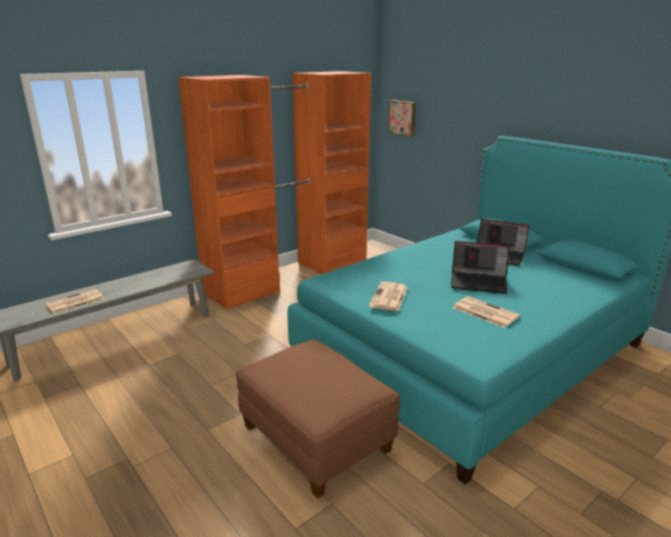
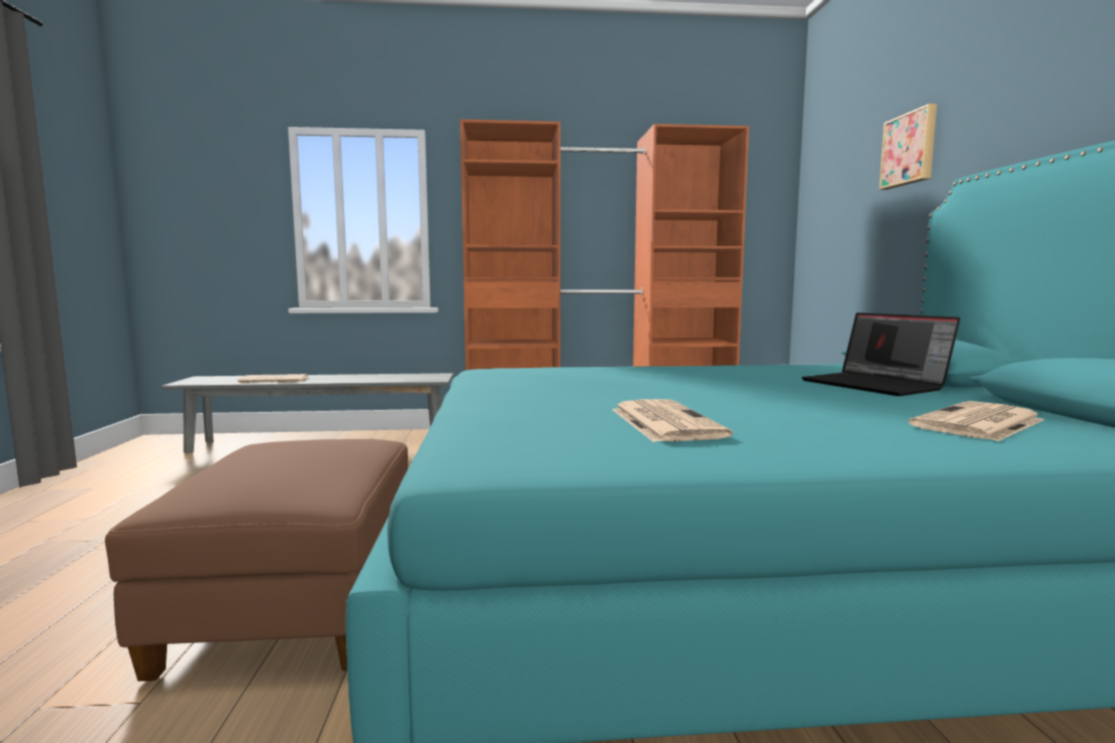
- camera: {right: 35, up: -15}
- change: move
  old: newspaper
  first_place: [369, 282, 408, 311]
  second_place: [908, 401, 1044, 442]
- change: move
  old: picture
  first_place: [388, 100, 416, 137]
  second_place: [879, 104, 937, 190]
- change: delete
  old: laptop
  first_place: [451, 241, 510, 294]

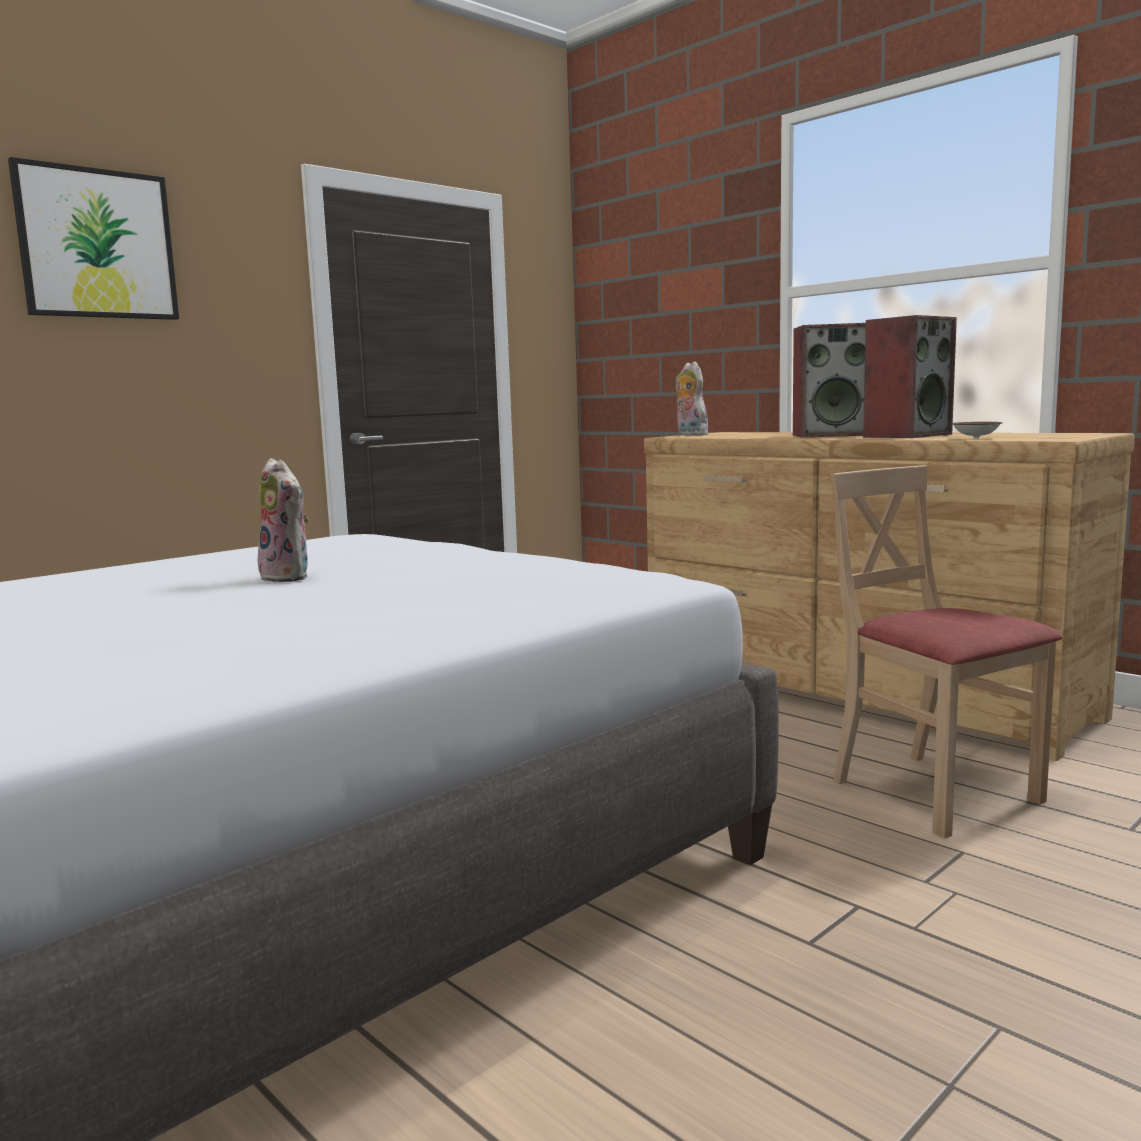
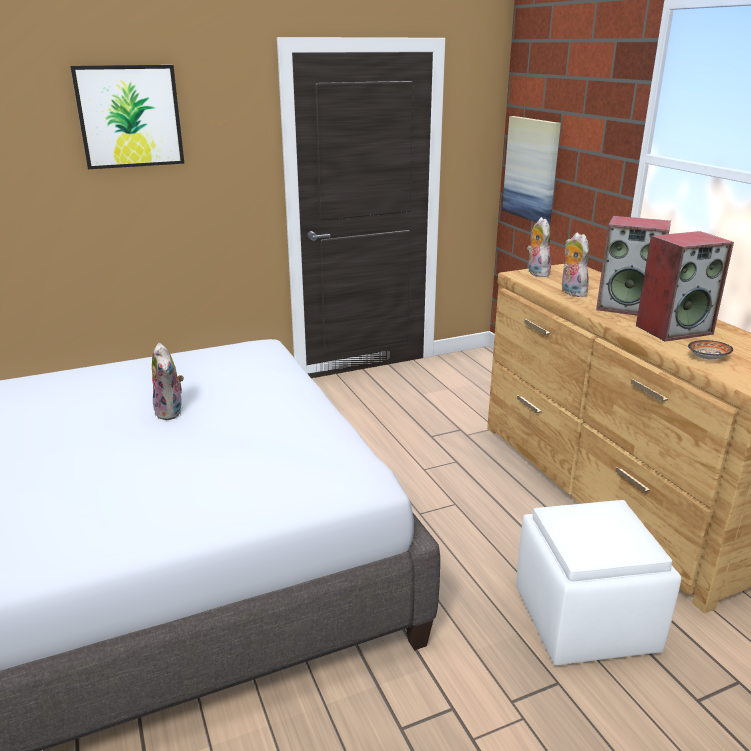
- camera: {right: 20, up: 15}
- change: replace
  old: beige_chair
  new: white_ottoman
  first_place: [830, 465, 1063, 839]
  second_place: [516, 500, 681, 666]
- change: insert
  new: picture
  second_place: [502, 116, 561, 225]
- change: insert
  new: plush_toy
  second_place: [562, 233, 589, 297]

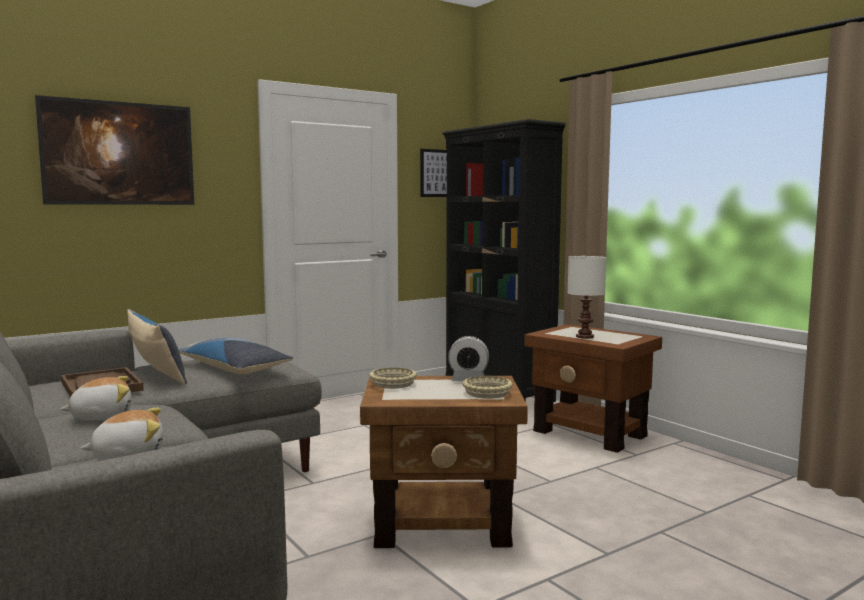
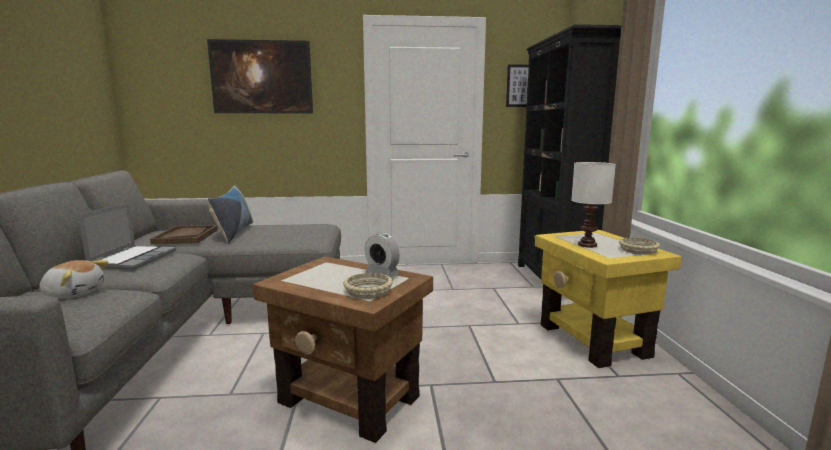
- camera: {right: 30, up: 5}
- change: replace
  old: plush_toy
  new: laptop
  first_place: [60, 376, 131, 421]
  second_place: [78, 203, 176, 269]
- change: delete
  old: pillow
  first_place: [178, 337, 293, 374]
- change: move
  old: beige_bowl
  first_place: [369, 367, 417, 389]
  second_place: [619, 237, 660, 255]
- change: recolor
  old: brown_side_table
  new: yellow_side_table
  first_place: [524, 324, 662, 453]
  second_place: [535, 230, 682, 368]

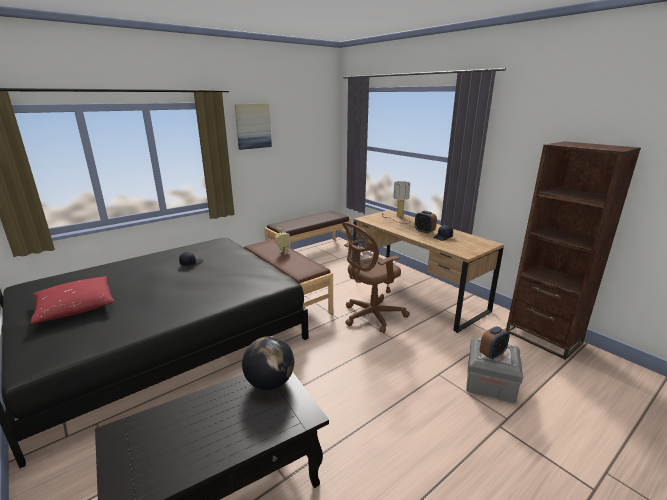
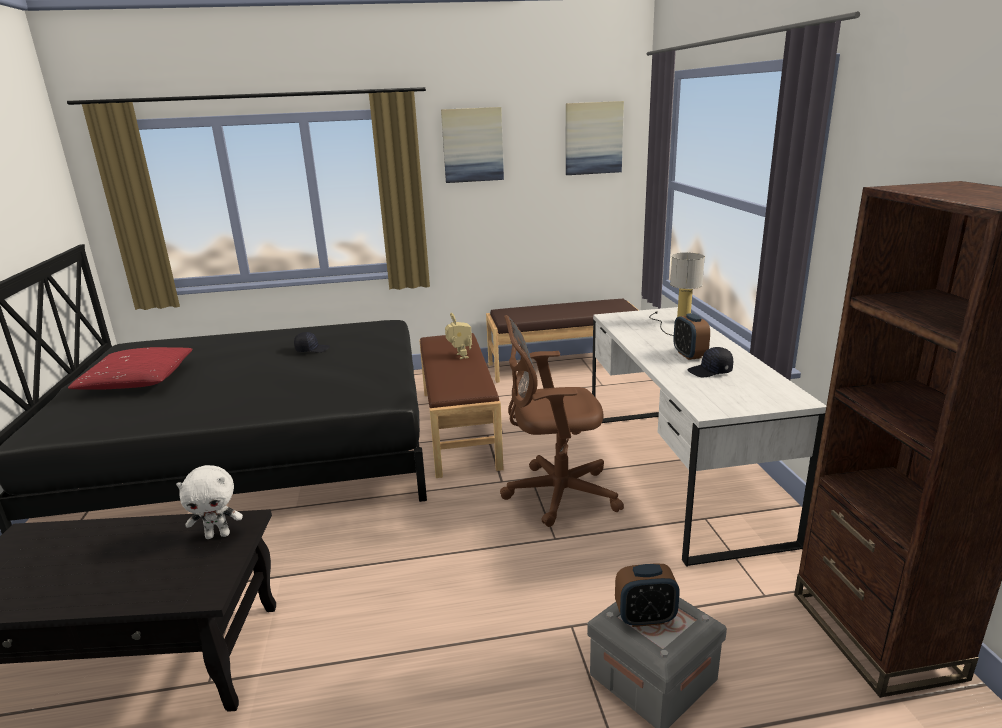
- camera: {right: 30, up: 0}
- change: replace
  old: globe
  new: white_plush_toy
  first_place: [242, 336, 294, 390]
  second_place: [176, 465, 243, 539]
- change: recolor
  old: brown_desk
  new: white_desk
  first_place: [354, 210, 504, 333]
  second_place: [592, 307, 826, 567]
- change: insert
  new: picture
  second_place: [566, 101, 624, 175]

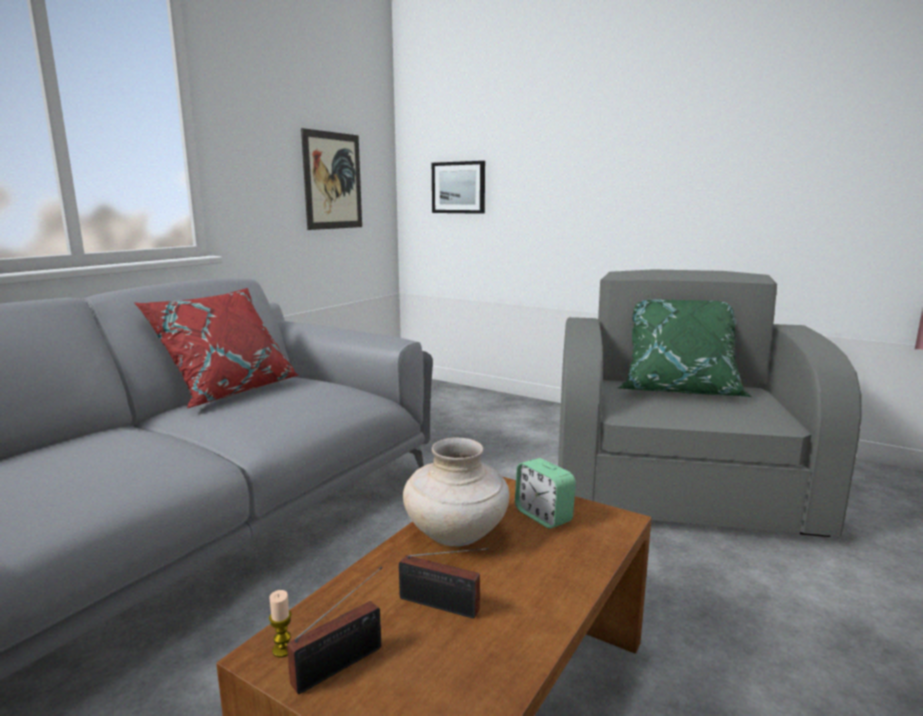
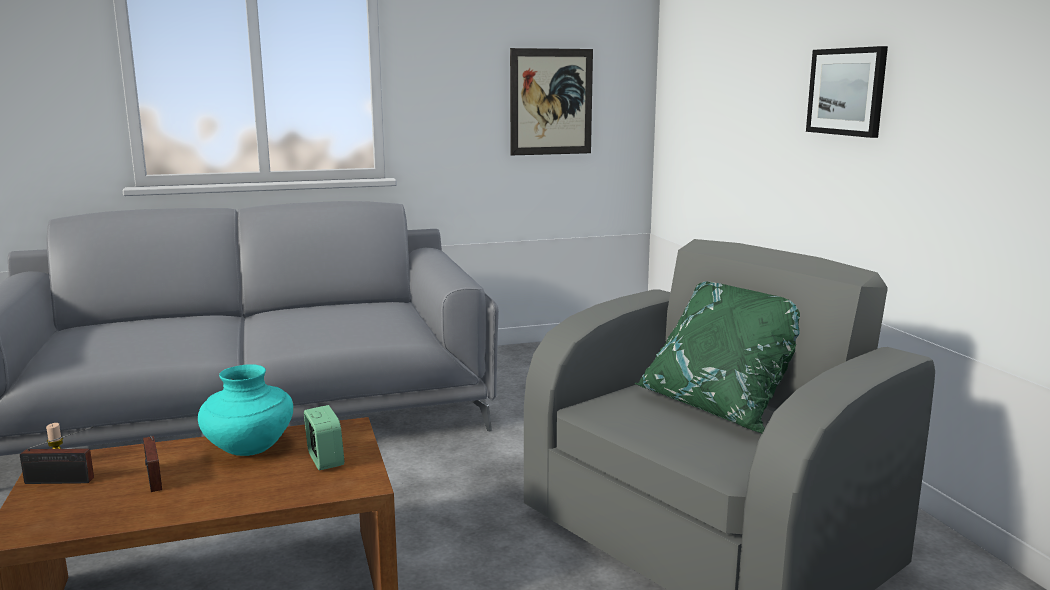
- camera: {right: 40, up: 0}
- change: delete
  old: red_pillow
  first_place: [134, 288, 299, 408]
- change: recolor
  old: beige_vase
  new: turquoise_vase
  first_place: [403, 437, 510, 546]
  second_place: [198, 365, 293, 456]
- change: move
  old: picture
  first_place: [432, 161, 485, 214]
  second_place: [806, 46, 888, 138]
- change: rotate
  old: alarm_clock
  first_place: [515, 458, 576, 528]
  second_place: [304, 405, 344, 470]
  degrees: 150

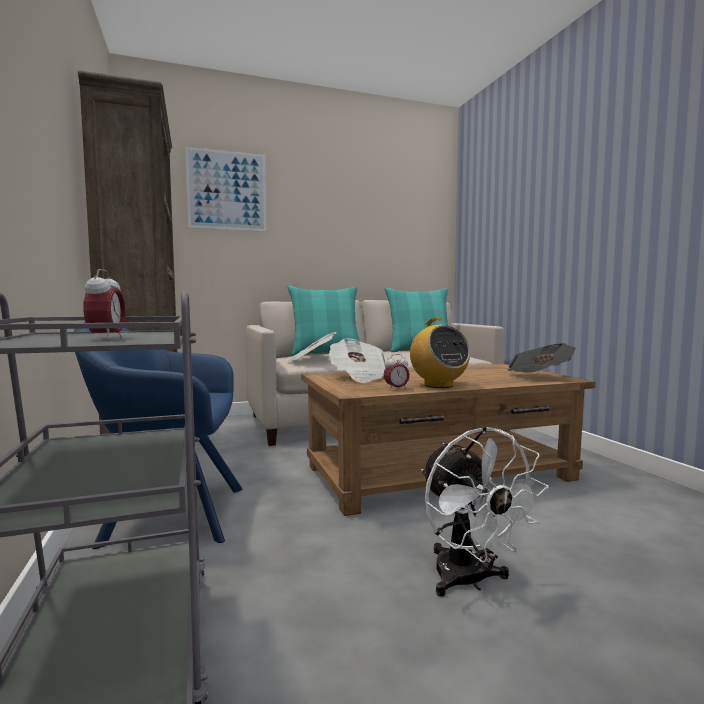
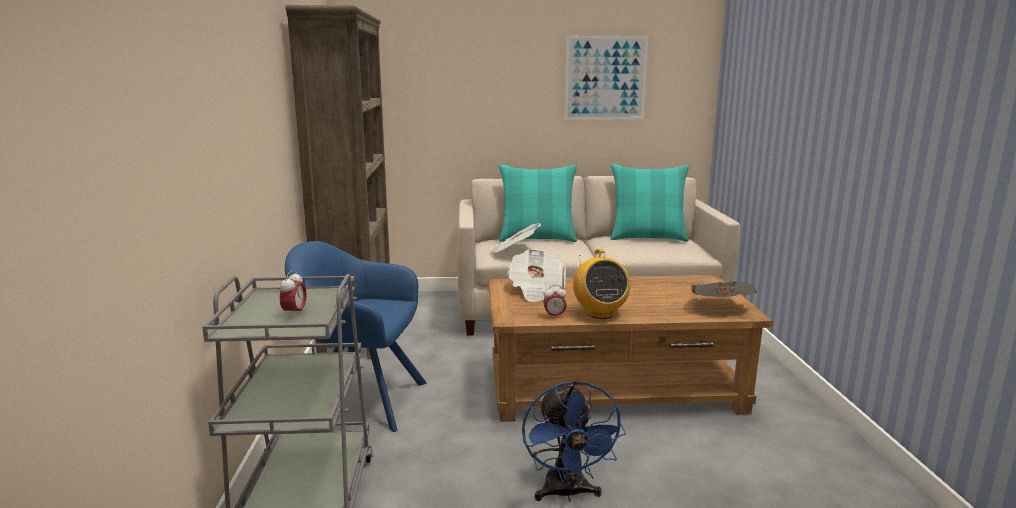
- camera: {right: 15, up: 10}
- change: move
  old: picture
  first_place: [185, 147, 267, 232]
  second_place: [565, 35, 649, 120]
- change: recolor
  old: white_fan
  new: blue_fan
  first_place: [421, 426, 549, 597]
  second_place: [522, 381, 626, 502]

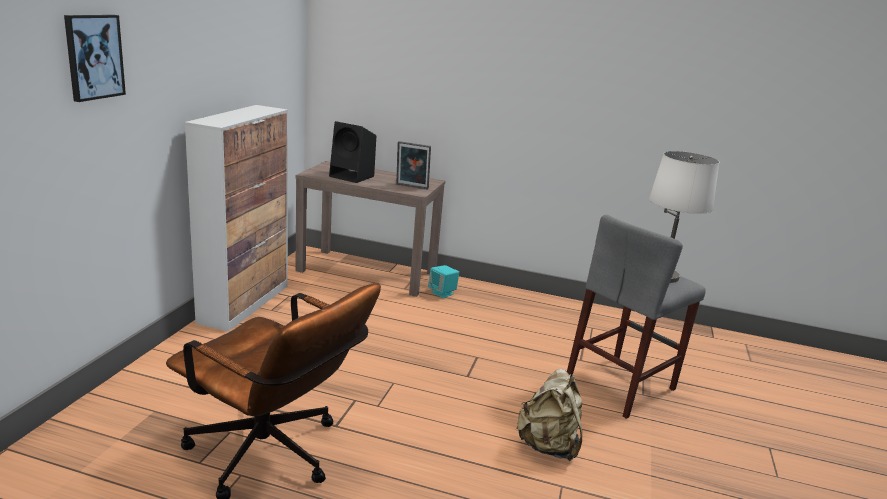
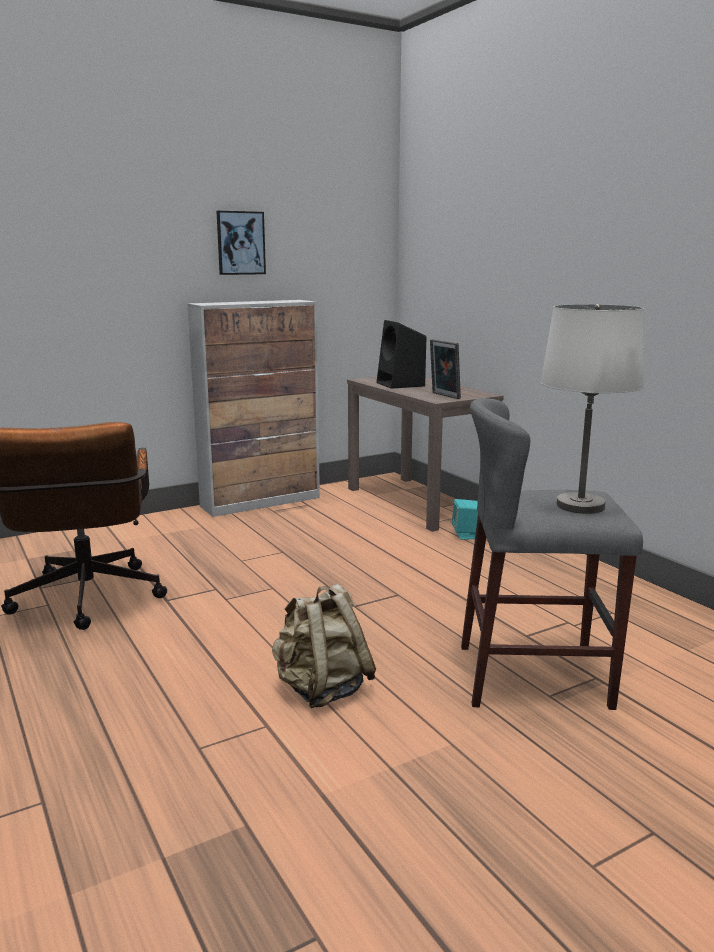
- camera: {right: 45, up: -5}
- change: move
  old: picture
  first_place: [64, 15, 126, 102]
  second_place: [216, 211, 266, 275]

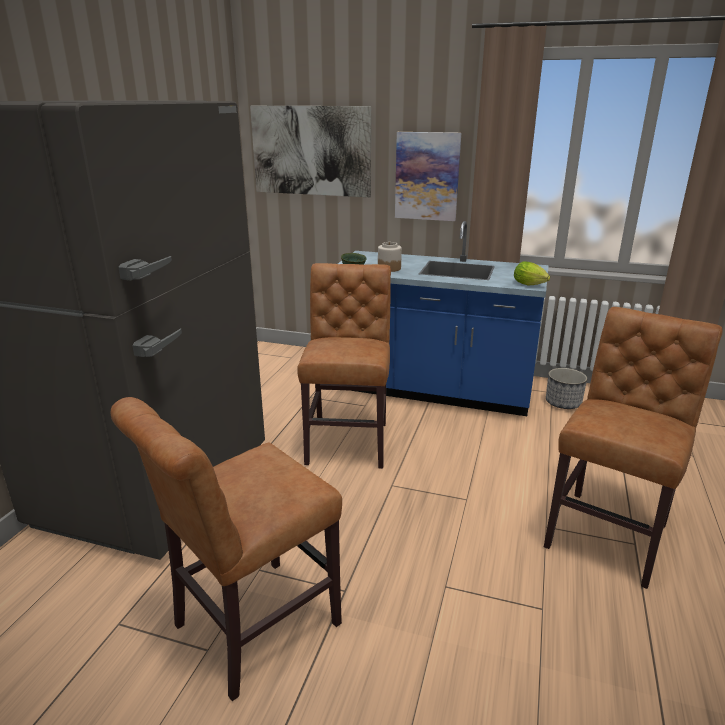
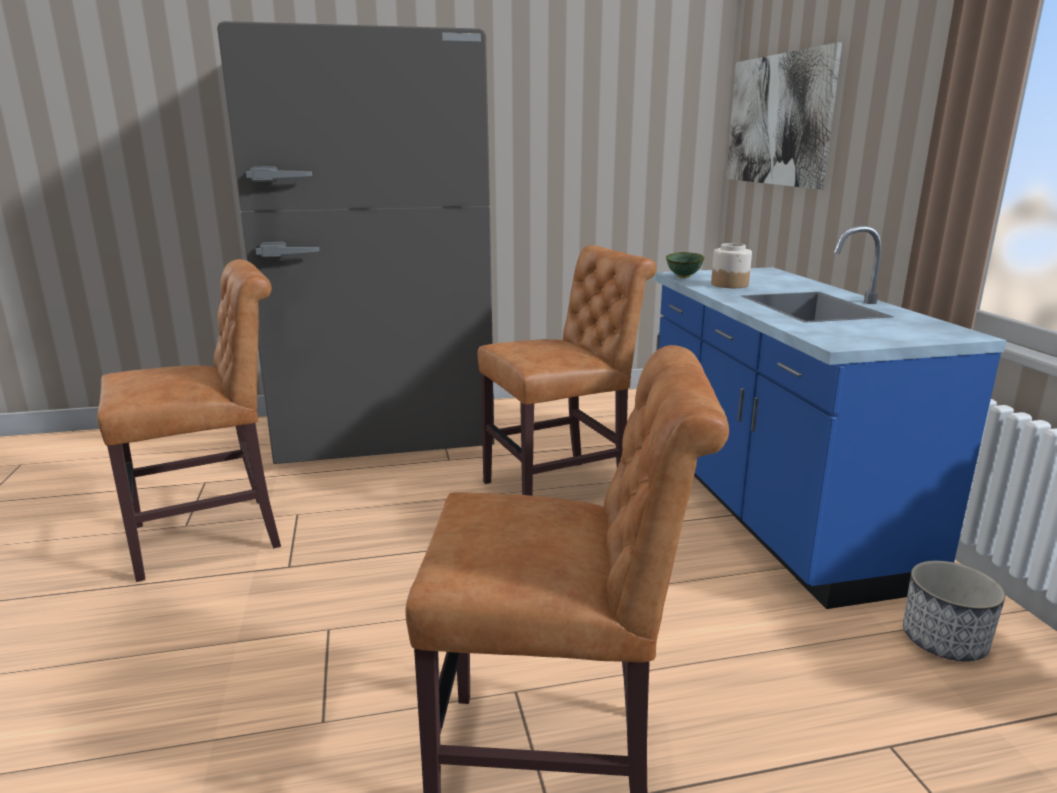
- camera: {right: 60, up: -5}
- change: rotate
  old: brown_chair
  first_place: [111, 397, 342, 701]
  second_place: [97, 259, 281, 582]
  degrees: 135
- change: delete
  old: picture
  first_place: [395, 132, 461, 221]
- change: delete
  old: lettuce
  first_place: [514, 261, 550, 285]

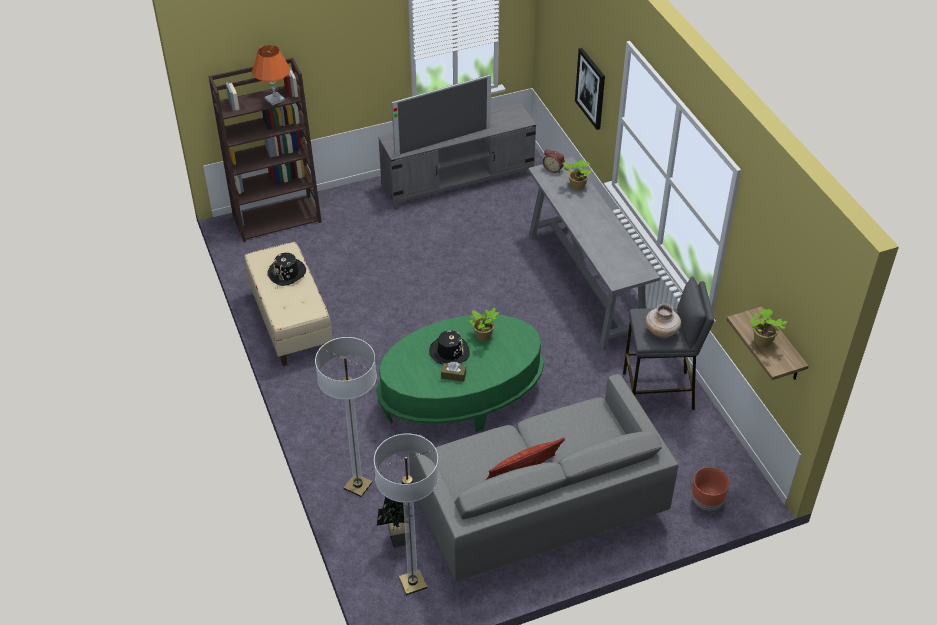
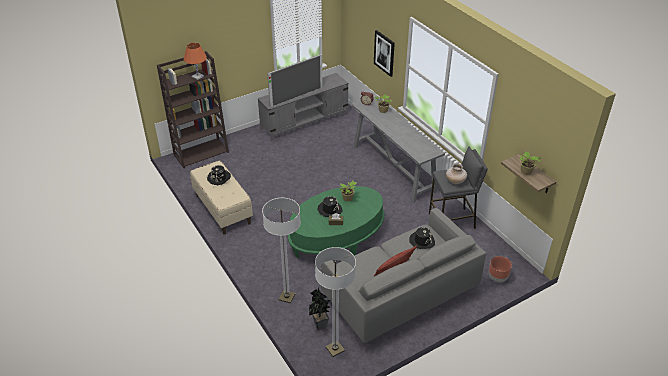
- camera: {right: -10, up: -5}
- change: insert
  new: black_hat
  second_place: [409, 227, 435, 249]

